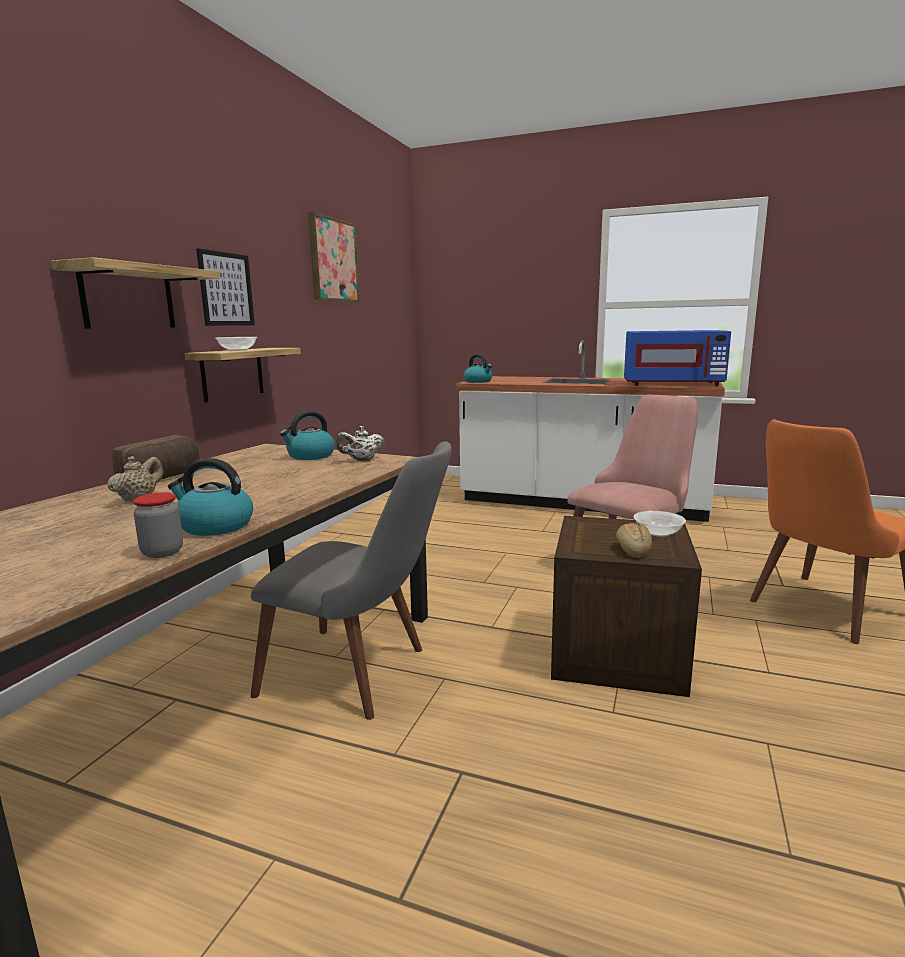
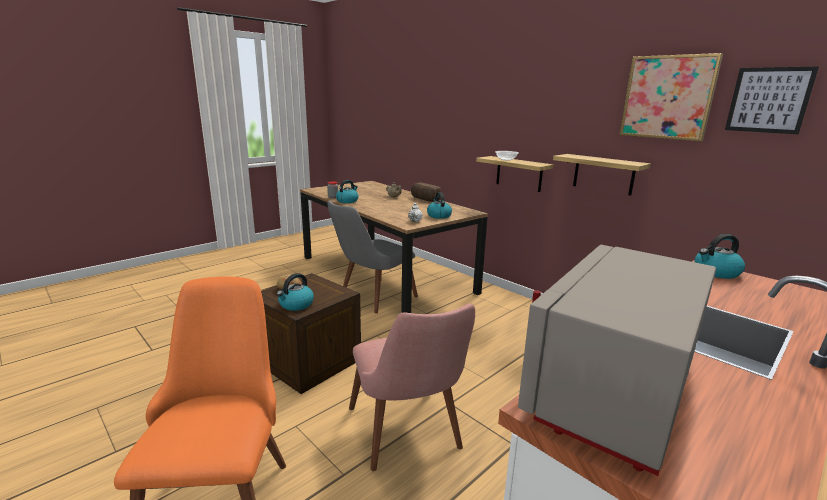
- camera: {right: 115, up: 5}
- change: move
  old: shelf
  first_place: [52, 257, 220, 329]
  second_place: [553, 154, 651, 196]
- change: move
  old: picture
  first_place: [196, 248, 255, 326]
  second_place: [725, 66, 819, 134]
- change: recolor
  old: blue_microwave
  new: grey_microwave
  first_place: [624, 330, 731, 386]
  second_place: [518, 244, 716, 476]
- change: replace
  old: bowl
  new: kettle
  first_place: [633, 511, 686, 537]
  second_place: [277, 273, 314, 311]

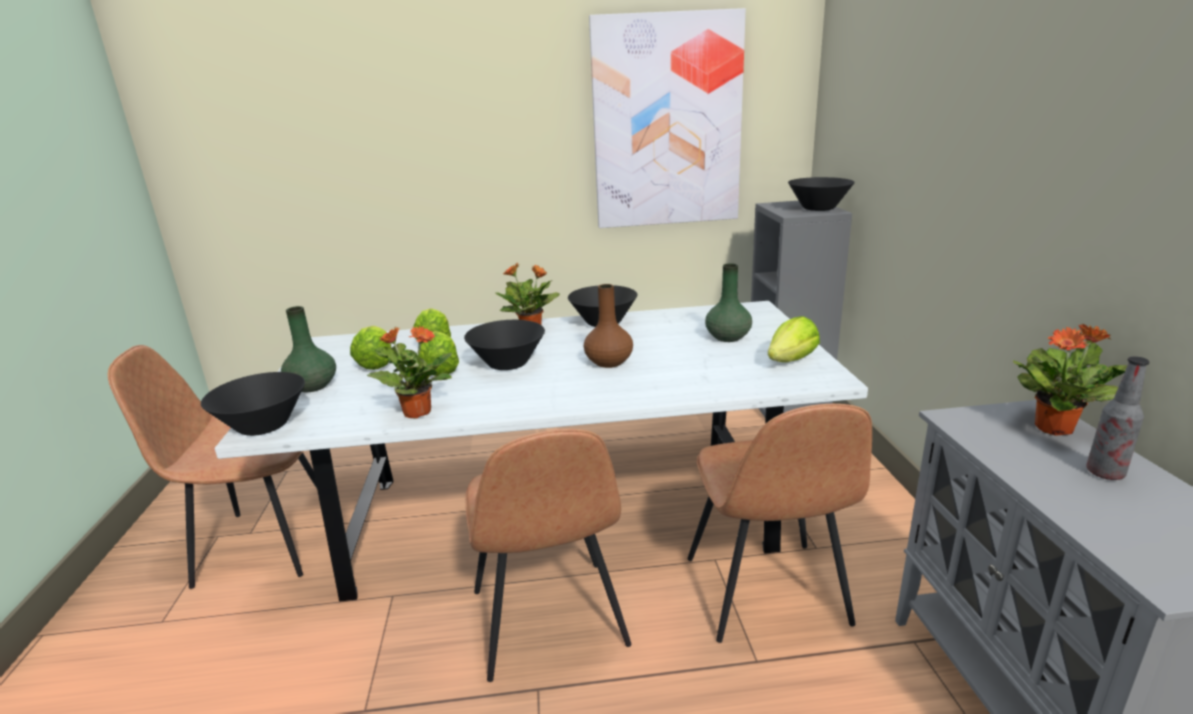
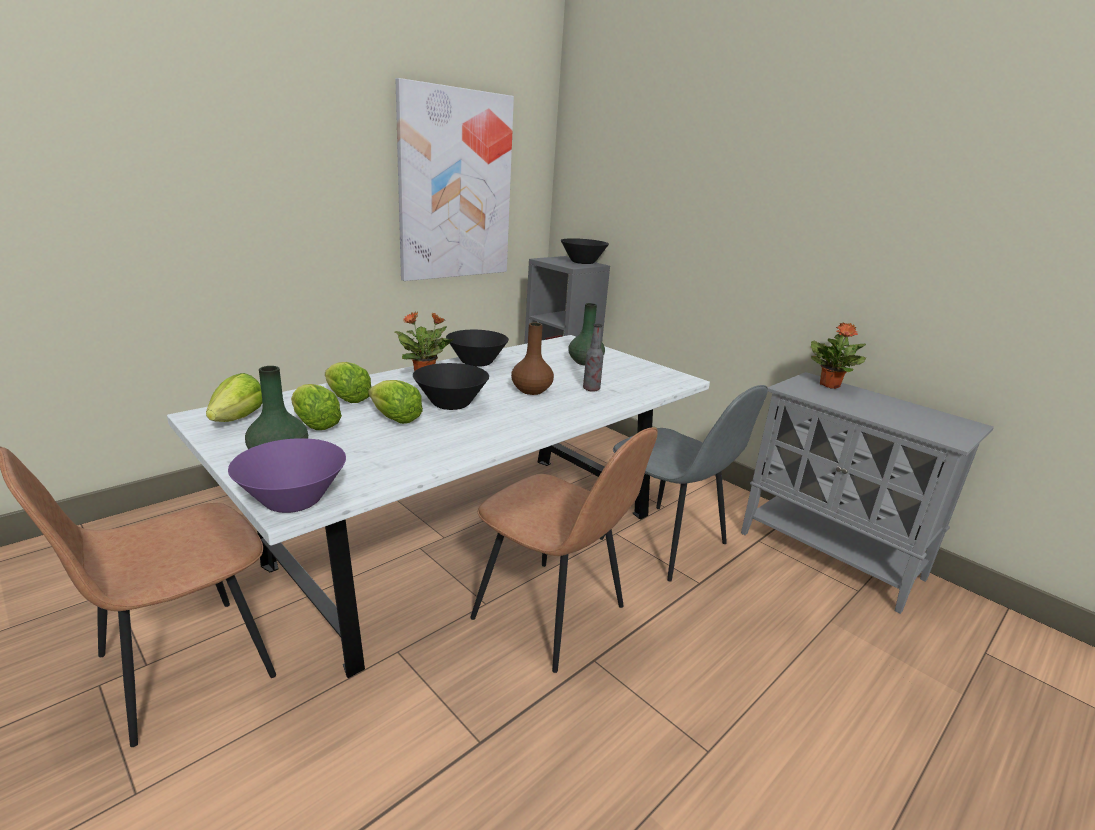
- camera: {right: -40, up: 0}
- change: recolor
  old: black_bowl
  new: purple_bowl
  first_place: [201, 372, 305, 436]
  second_place: [228, 438, 346, 513]
- change: delete
  old: potted_plant
  first_place: [367, 326, 452, 419]
- change: recolor
  old: brown_chair
  new: grey_chair
  first_place: [687, 404, 872, 643]
  second_place: [600, 385, 768, 582]
- change: move
  old: lettuce
  first_place: [768, 316, 820, 362]
  second_place: [206, 373, 262, 422]
- change: move
  old: bottle
  first_place: [1086, 356, 1149, 480]
  second_place: [583, 323, 604, 392]

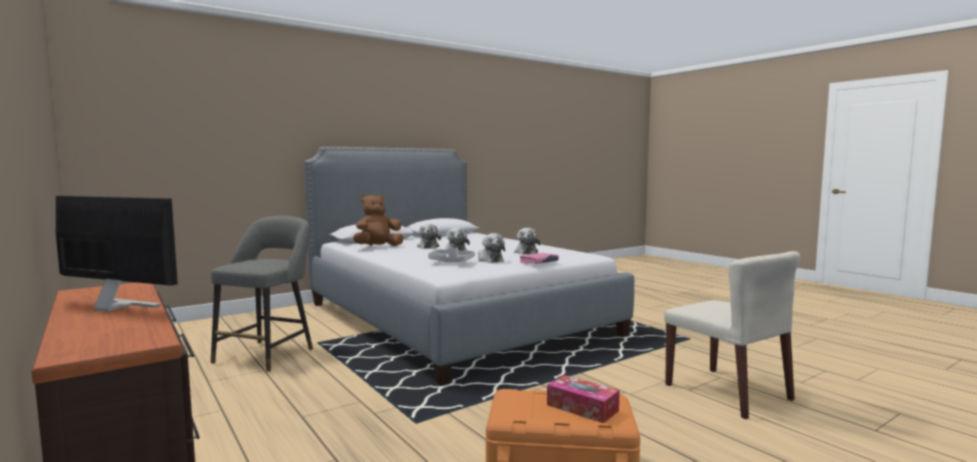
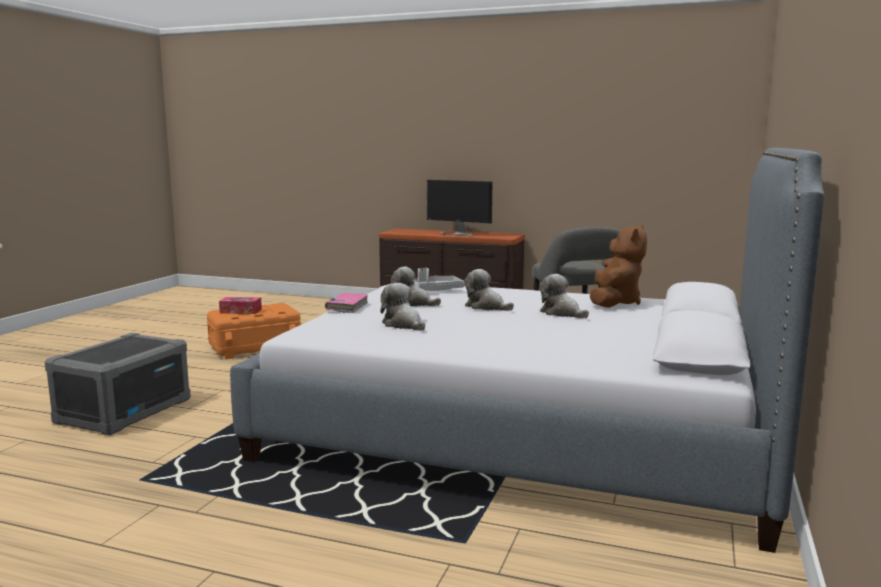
- camera: {right: 145, up: 5}
- change: rotate
  old: monitor
  first_place: [56, 196, 178, 312]
  second_place: [427, 180, 492, 236]
  degrees: 45
- change: replace
  old: beige_chair
  new: grey_storage_box
  first_place: [664, 251, 800, 419]
  second_place: [45, 333, 191, 435]

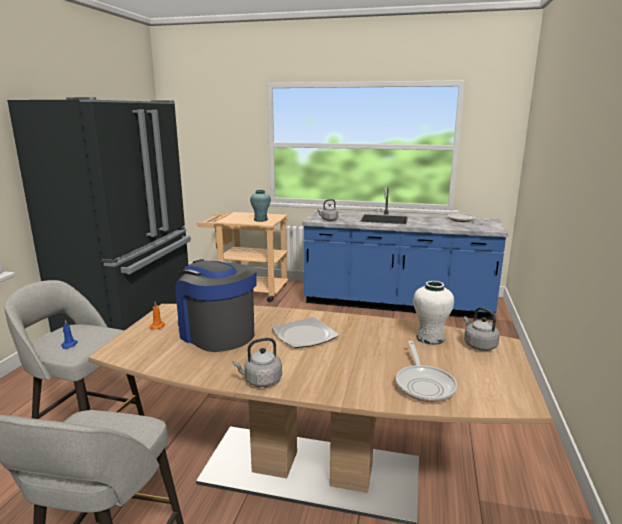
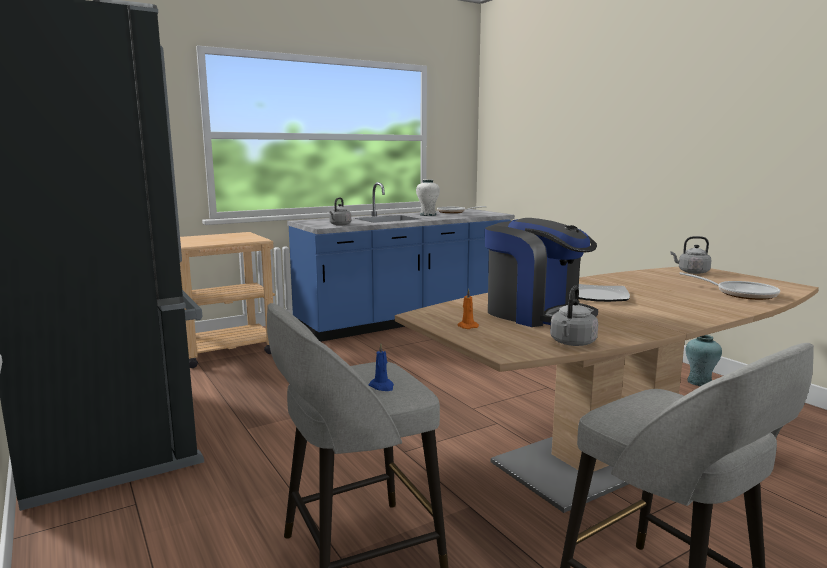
- camera: {right: -45, up: -5}
- change: rotate
  old: coffee_machine
  first_place: [175, 259, 257, 352]
  second_place: [485, 218, 598, 327]
  degrees: -135
- change: move
  old: grey_kettle
  first_place: [233, 338, 282, 387]
  second_place: [550, 286, 598, 346]
- change: move
  old: turquoise_vase
  first_place: [250, 190, 271, 222]
  second_place: [685, 335, 722, 386]
- change: move
  old: white_vase
  first_place: [413, 281, 454, 345]
  second_place: [416, 179, 440, 216]

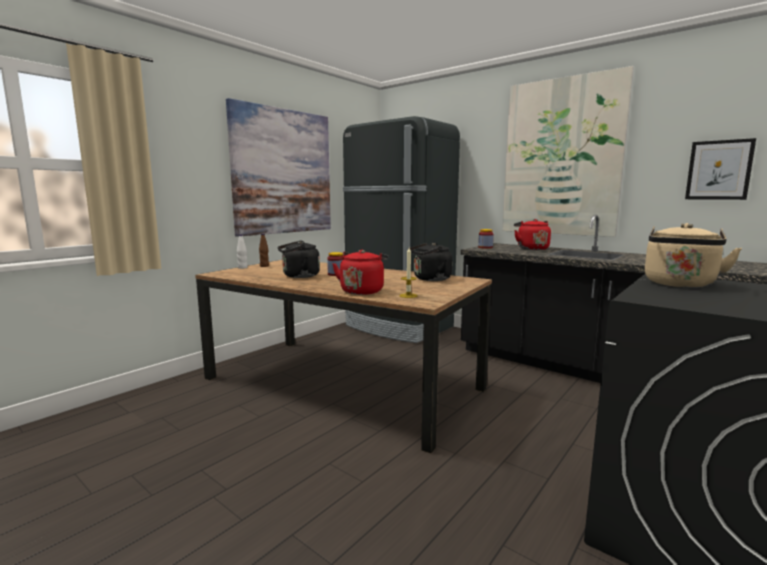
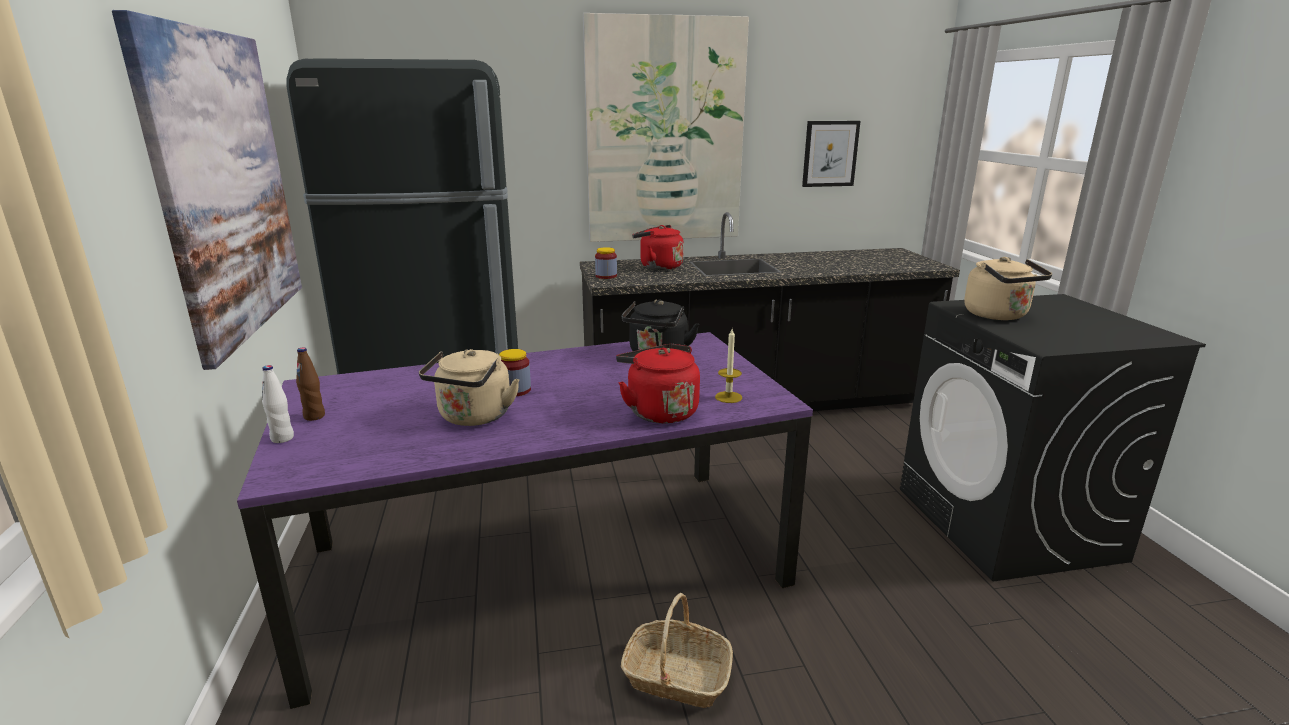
- camera: {right: -50, up: 10}
- change: recolor
  old: brown_dining_table
  new: purple_dining_table
  first_place: [195, 260, 492, 453]
  second_place: [237, 332, 813, 709]
- change: recolor
  old: black_kettle
  new: beige_kettle
  first_place: [278, 241, 320, 278]
  second_place: [419, 349, 520, 426]
- change: insert
  new: basket
  second_place: [621, 593, 733, 708]

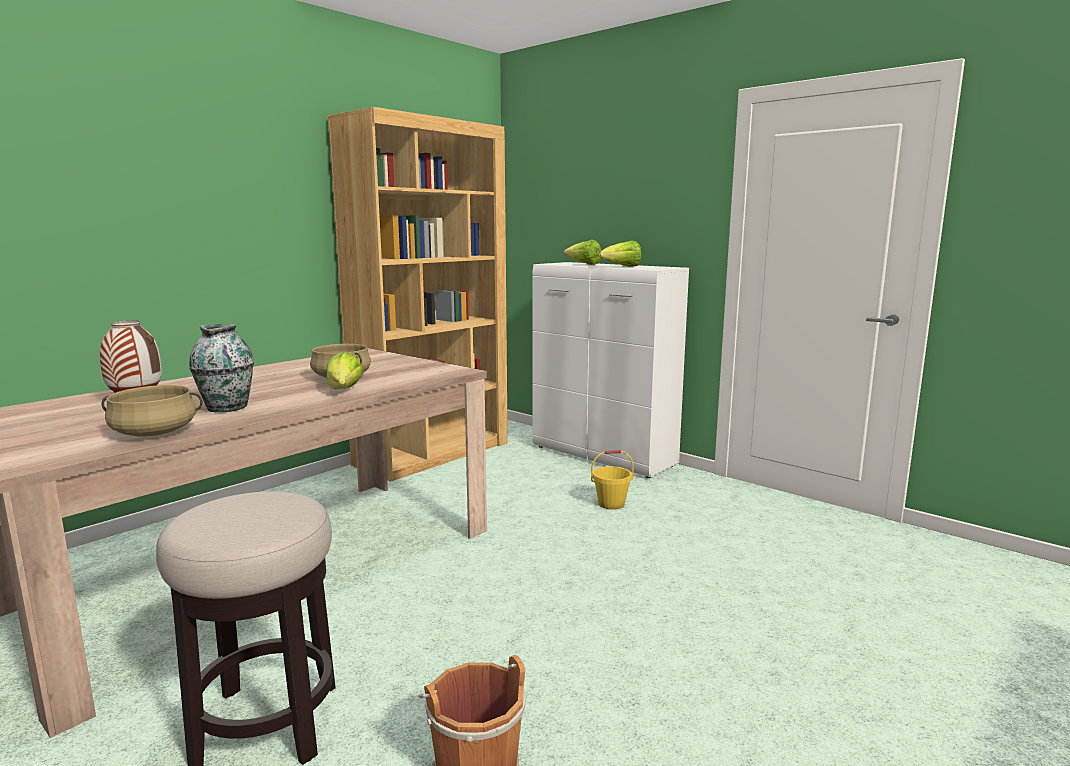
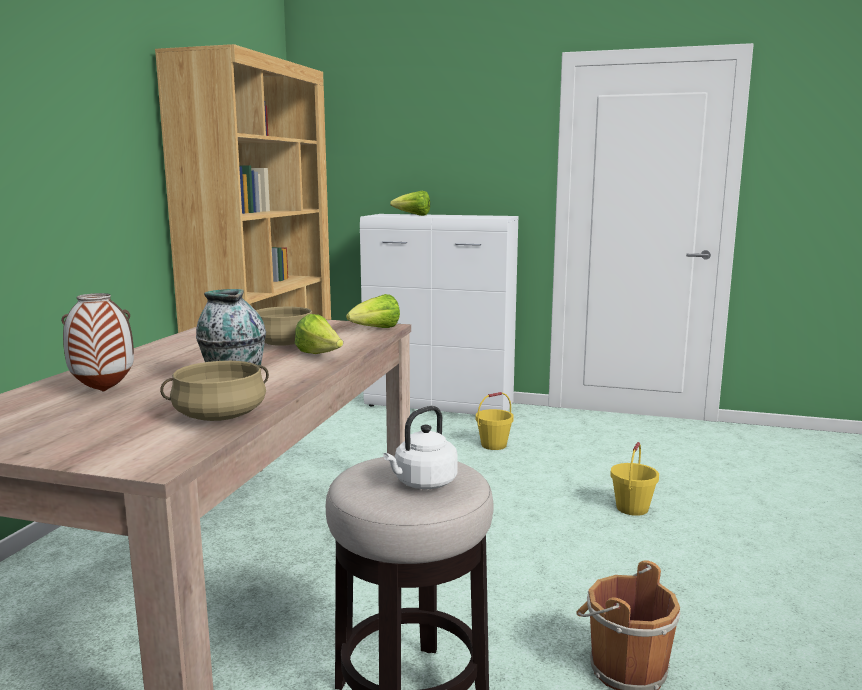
- camera: {right: -25, up: 0}
- change: move
  old: lettuce
  first_place: [599, 241, 641, 267]
  second_place: [346, 294, 400, 328]
- change: insert
  new: white_kettle
  second_place: [383, 406, 458, 489]
- change: insert
  new: yellow_bucket
  second_place: [610, 442, 659, 516]

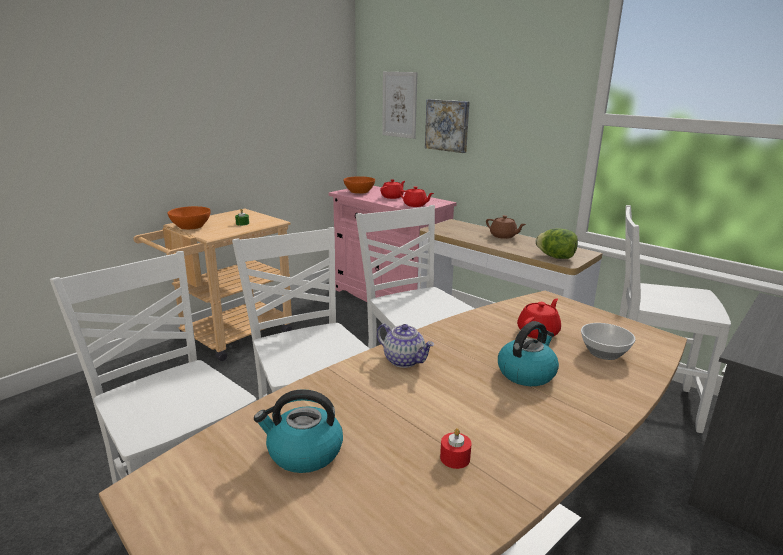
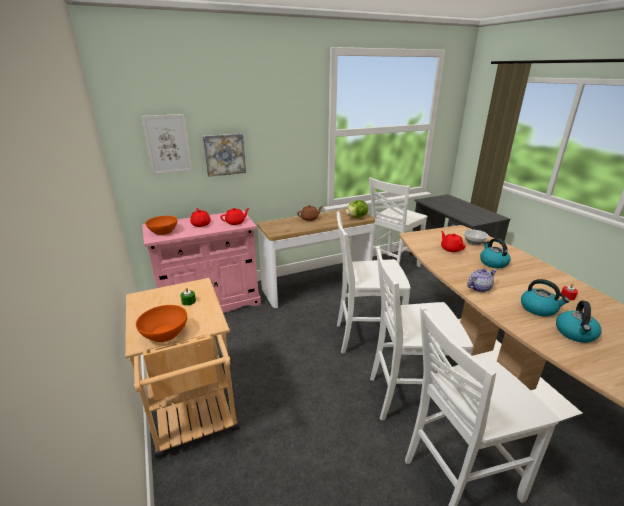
- camera: {right: -65, up: 5}
- change: insert
  new: kettle
  second_place: [521, 279, 569, 317]

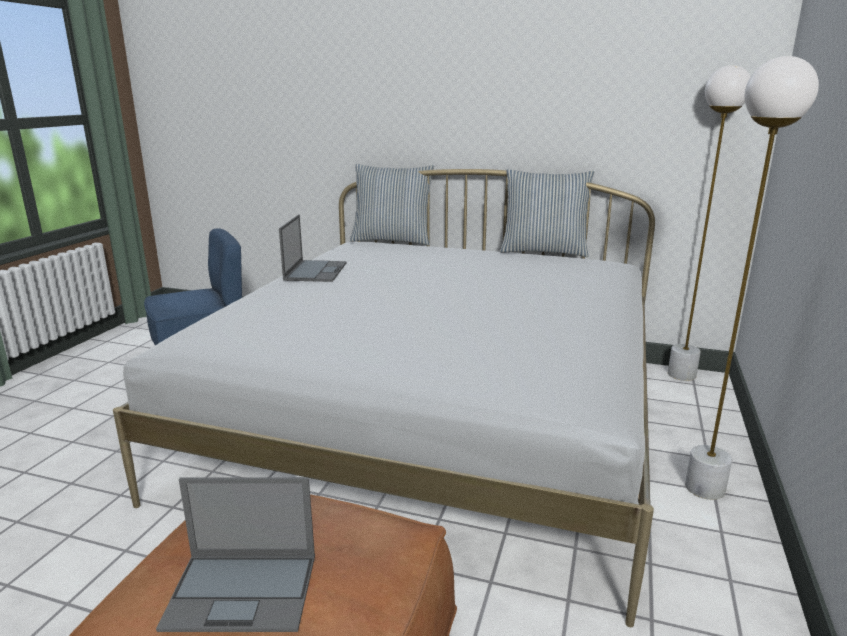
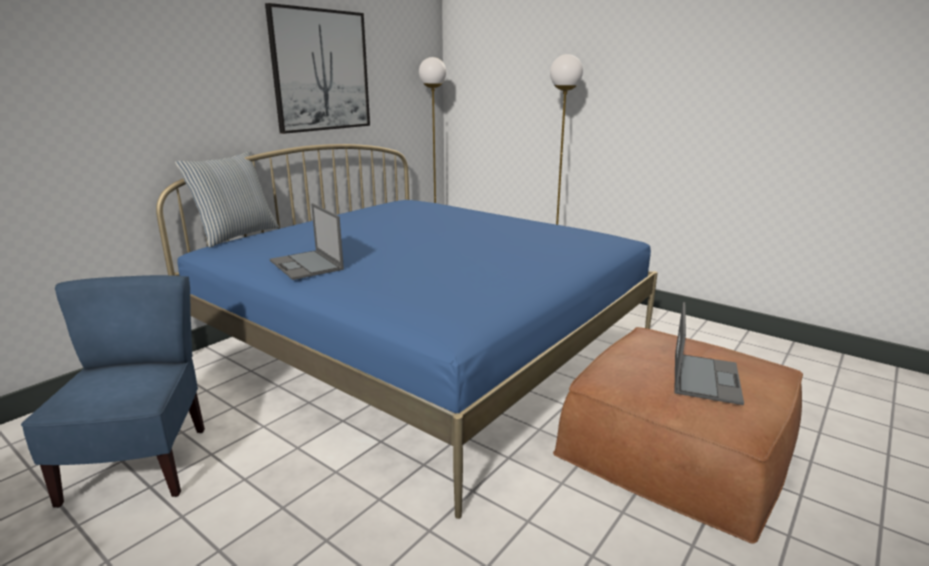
- camera: {right: -70, up: 0}
- change: recolor
  old: white_bed
  new: blue_bed
  first_place: [113, 169, 655, 627]
  second_place: [156, 144, 658, 519]
- change: rotate
  old: laptop
  first_place: [279, 215, 347, 282]
  second_place: [270, 203, 344, 280]
  degrees: -150
- change: delete
  old: pillow
  first_place: [500, 169, 594, 257]
- change: insert
  new: picture
  second_place: [265, 3, 370, 134]

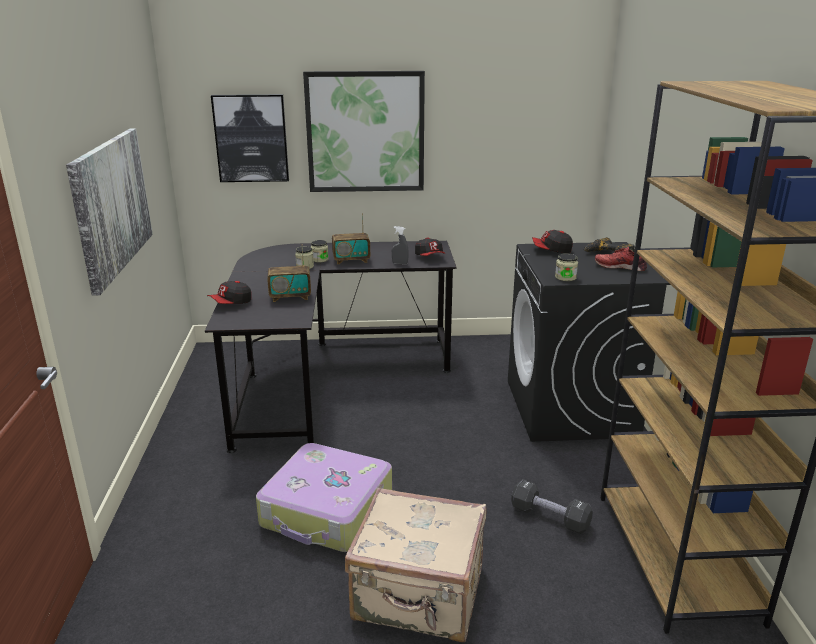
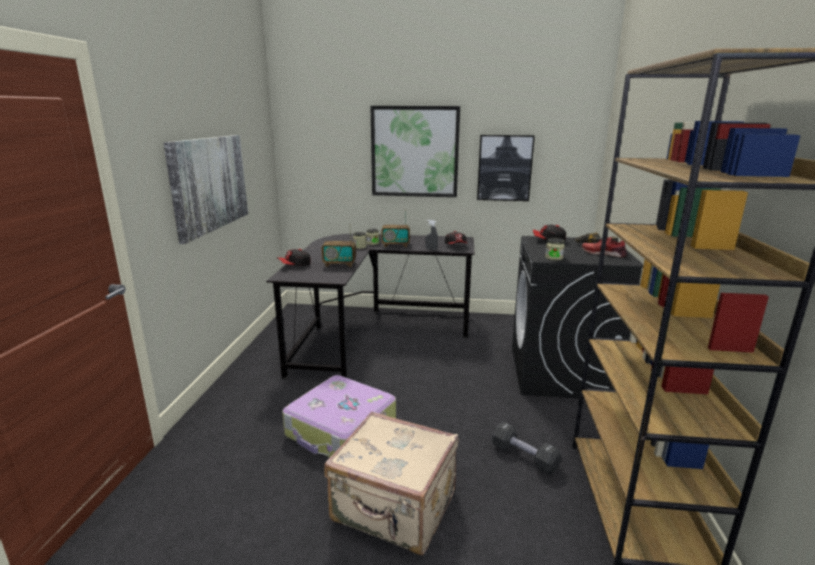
- camera: {right: 10, up: -5}
- change: move
  old: picture
  first_place: [211, 94, 289, 182]
  second_place: [477, 135, 535, 201]

